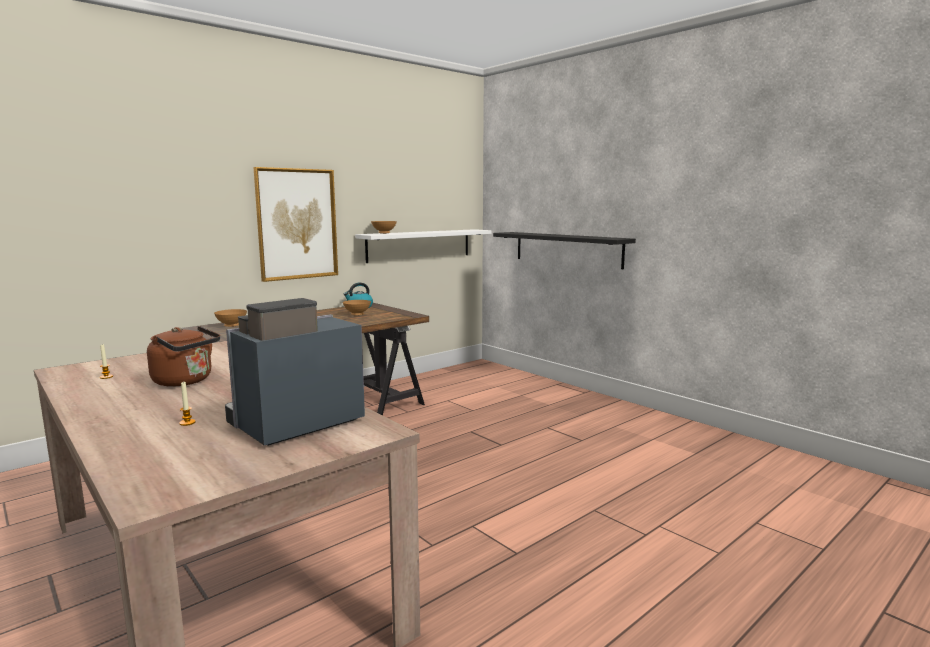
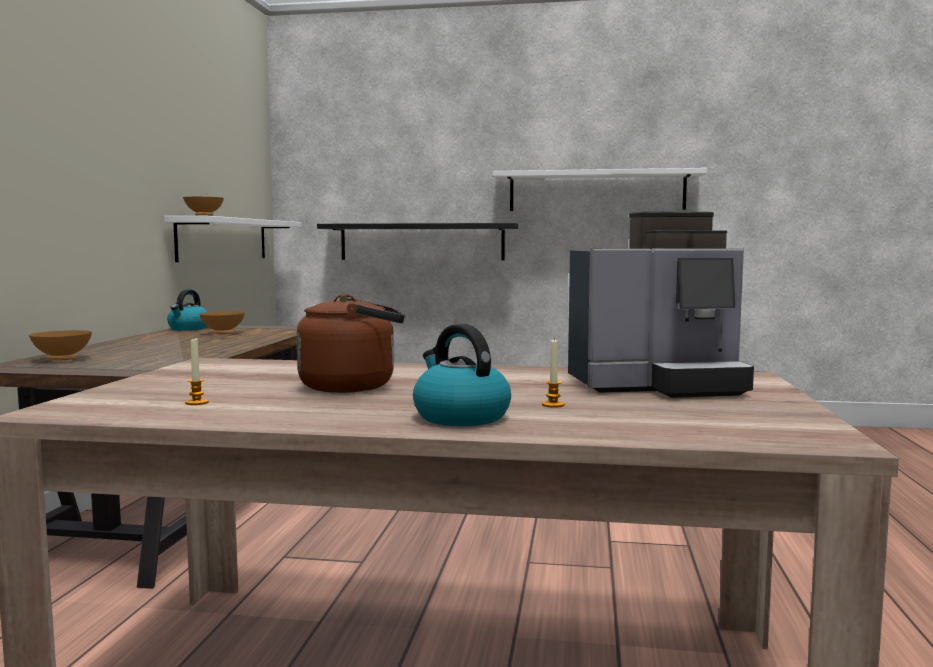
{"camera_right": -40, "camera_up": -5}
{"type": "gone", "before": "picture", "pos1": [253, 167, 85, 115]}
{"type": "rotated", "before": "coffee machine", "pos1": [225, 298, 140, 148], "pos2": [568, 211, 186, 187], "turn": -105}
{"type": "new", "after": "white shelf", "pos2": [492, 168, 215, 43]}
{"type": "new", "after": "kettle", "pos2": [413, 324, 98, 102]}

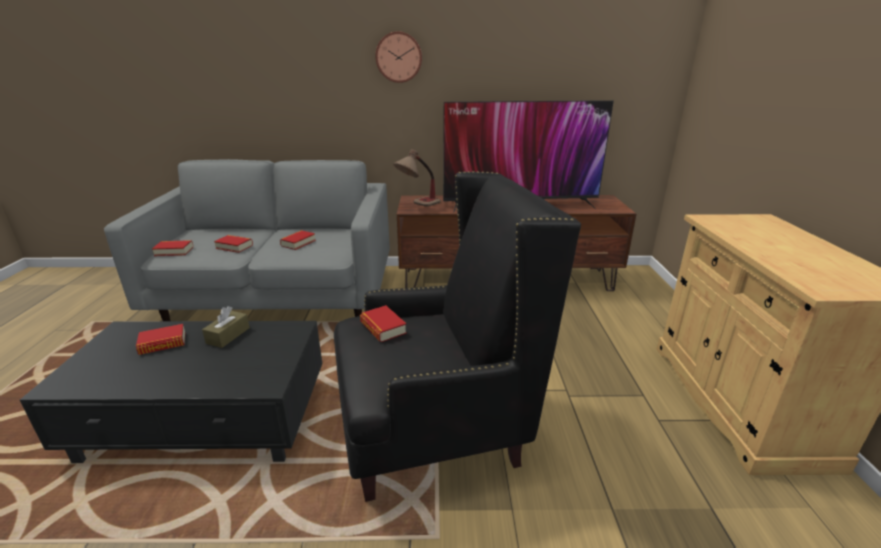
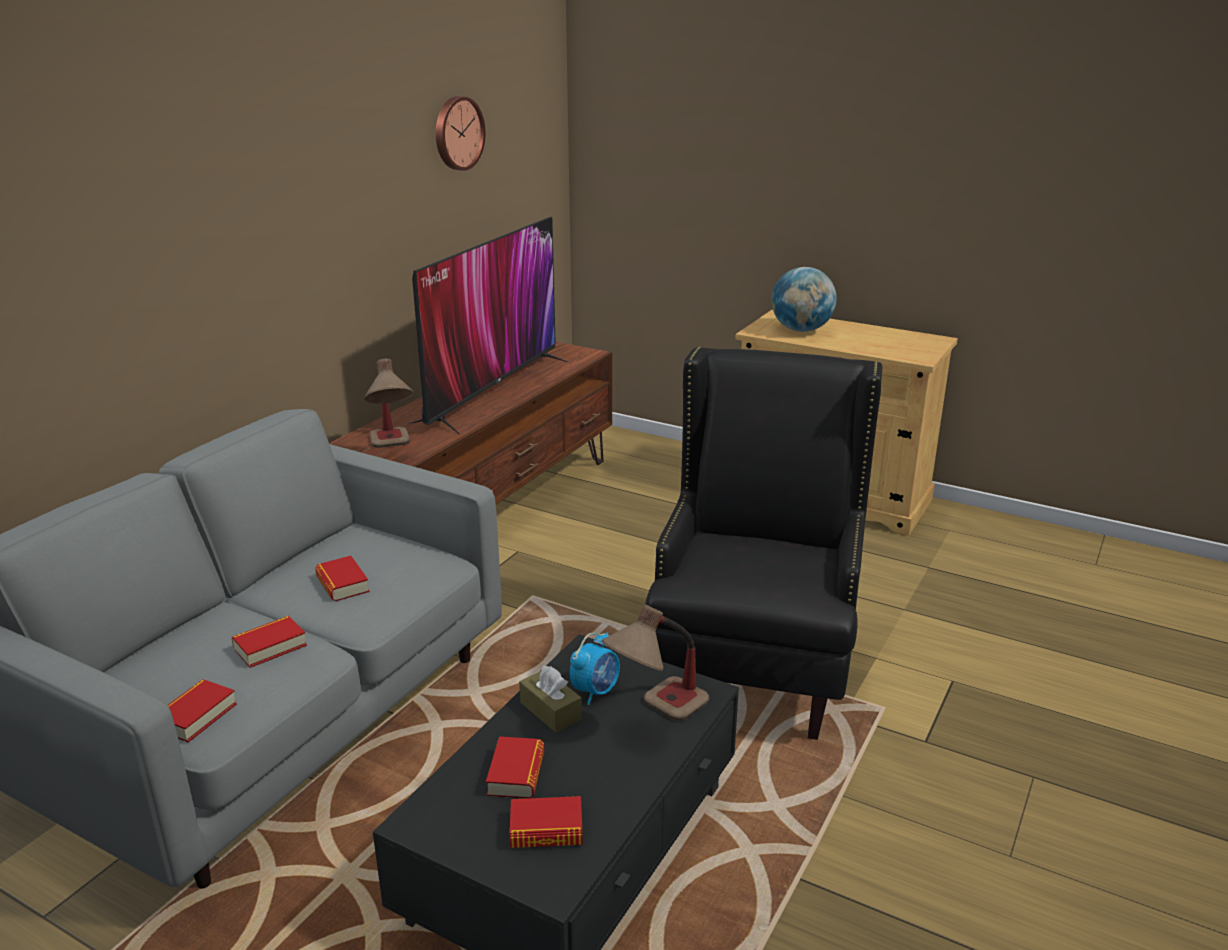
{"camera_right": -60, "camera_up": 0}
{"type": "shifted", "before": "wall clock", "pos1": [375, 31, 47, 52], "pos2": [436, 96, 49, 75]}
{"type": "shifted", "before": "book", "pos1": [360, 305, 47, 37], "pos2": [510, 796, 73, 52]}
{"type": "new", "after": "globe", "pos2": [771, 267, 66, 65]}
{"type": "new", "after": "table lamp", "pos2": [602, 605, 107, 116]}
{"type": "new", "after": "alarm clock", "pos2": [570, 632, 50, 73]}

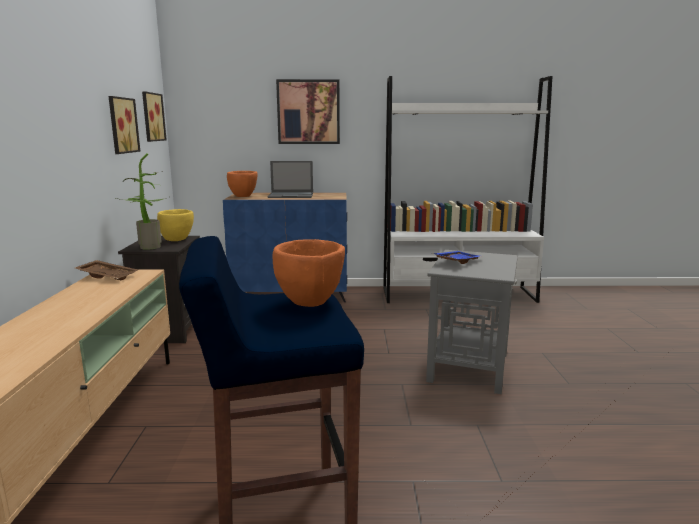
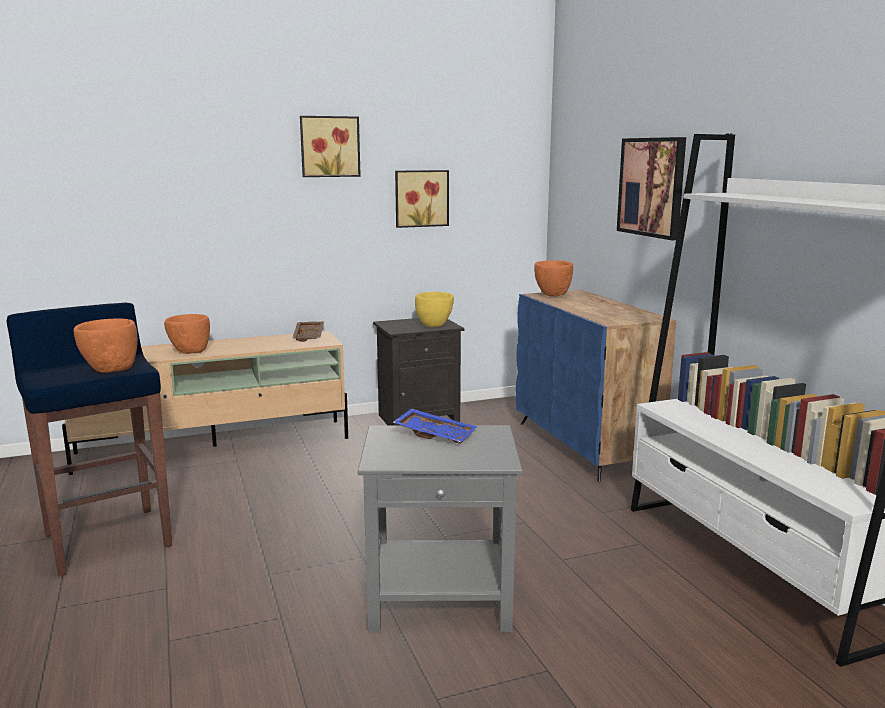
{"camera_right": 70, "camera_up": 0}
{"type": "shifted", "before": "picture", "pos1": [142, 91, 25, 51], "pos2": [300, 116, 61, 61]}
{"type": "gone", "before": "potted plant", "pos1": [116, 153, 49, 97]}
{"type": "gone", "before": "laptop", "pos1": [268, 161, 45, 37]}
{"type": "new", "after": "orange bowl", "pos2": [164, 314, 46, 40]}

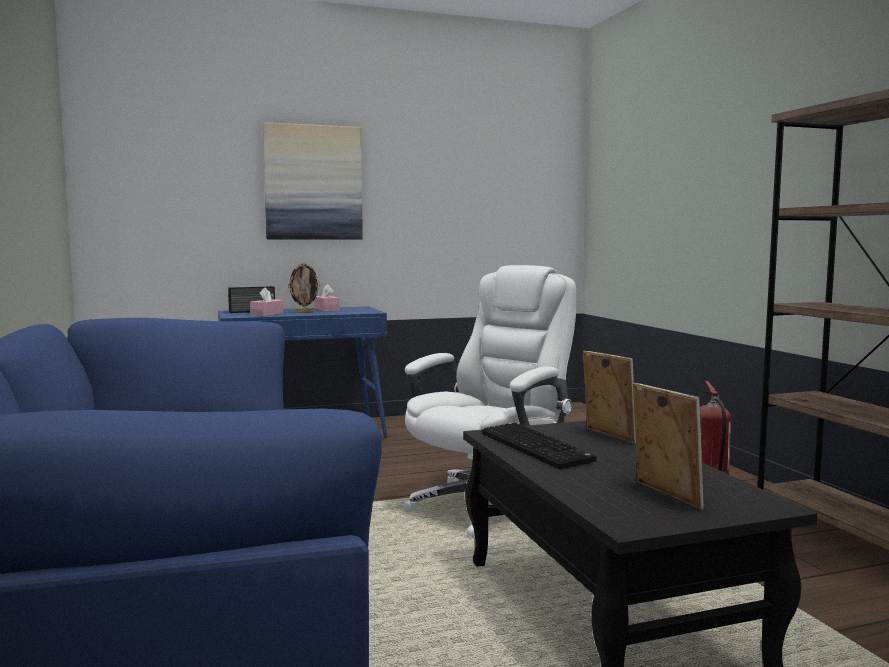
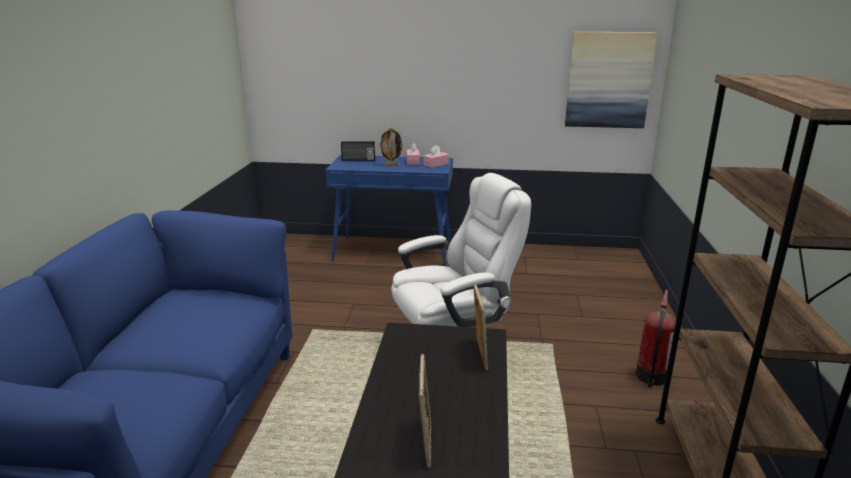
{"camera_right": 25, "camera_up": 15}
{"type": "shifted", "before": "picture", "pos1": [263, 122, 100, 118], "pos2": [565, 32, 92, 96]}
{"type": "shifted", "before": "pink tissue box", "pos1": [250, 287, 33, 29], "pos2": [424, 145, 25, 23]}
{"type": "gone", "before": "keyboard", "pos1": [482, 422, 114, 48]}

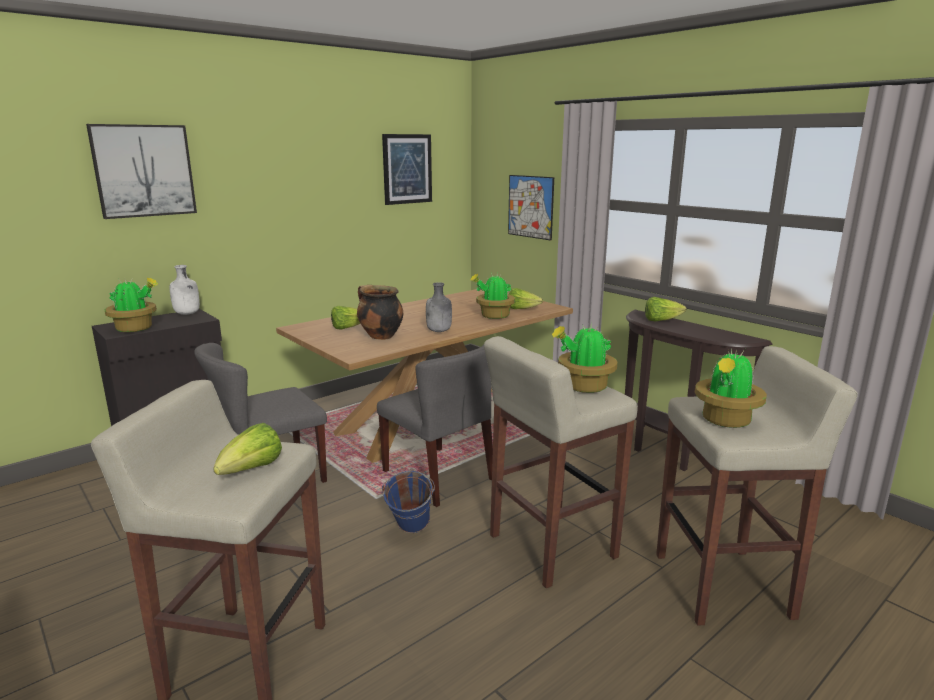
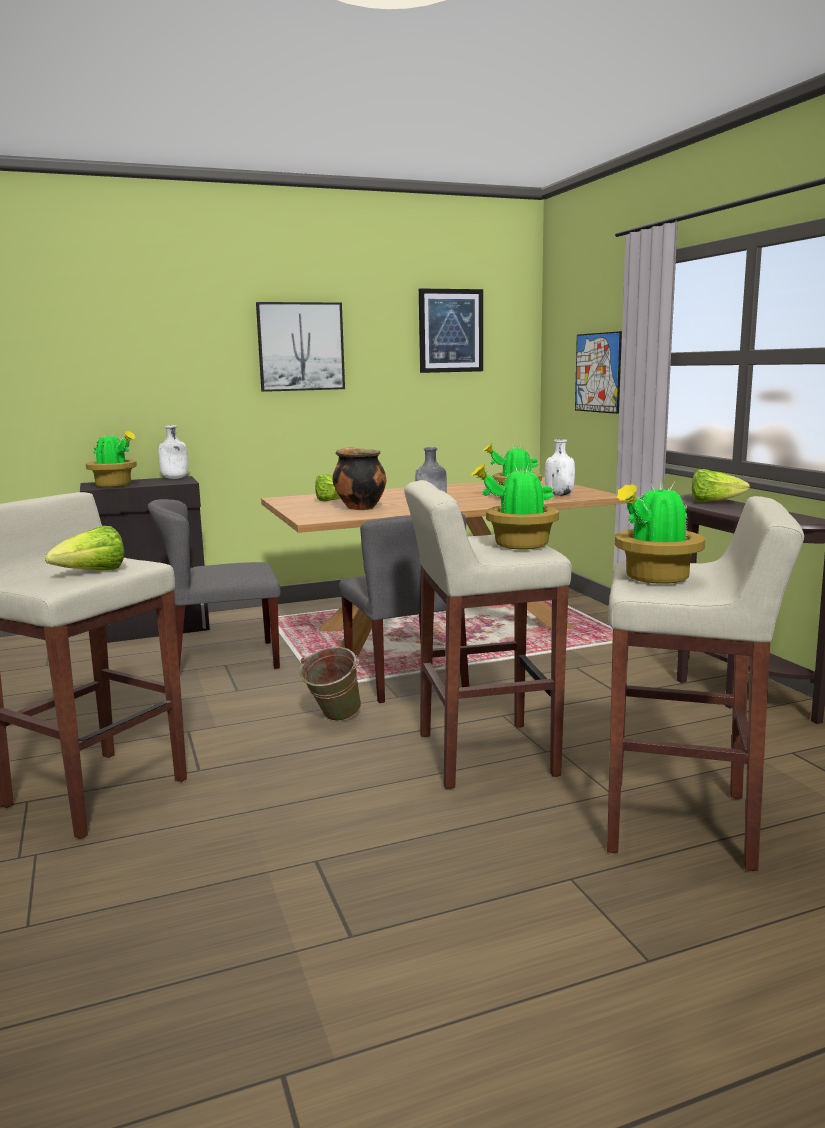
{"camera_right": 20, "camera_up": -5}
{"type": "shifted", "before": "picture", "pos1": [86, 124, 111, 95], "pos2": [256, 302, 89, 90]}
{"type": "swapped", "before": "lettuce", "after": "white bottle", "pos1": [509, 288, 34, 21], "pos2": [545, 439, 30, 57]}
{"type": "repainted", "before": "blue bucket", "after": "green bucket", "pos1": [382, 471, 53, 62], "pos2": [300, 647, 61, 75]}

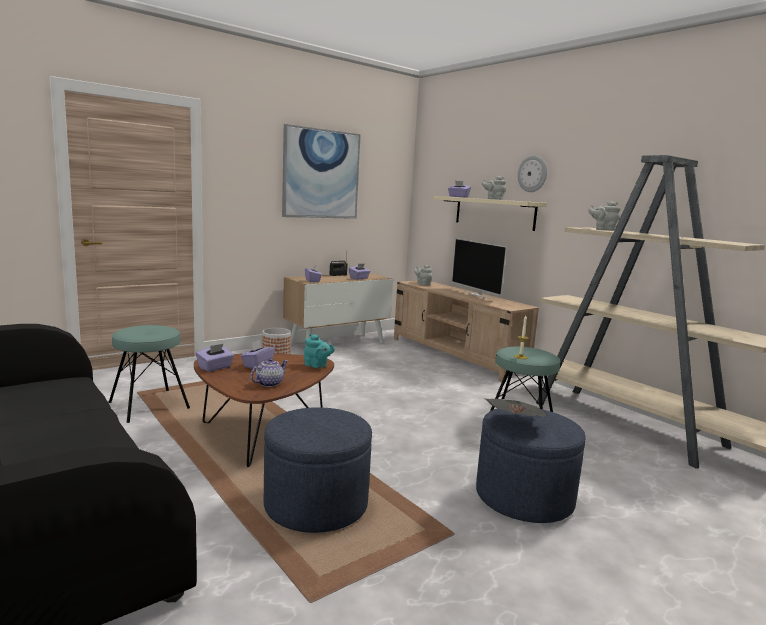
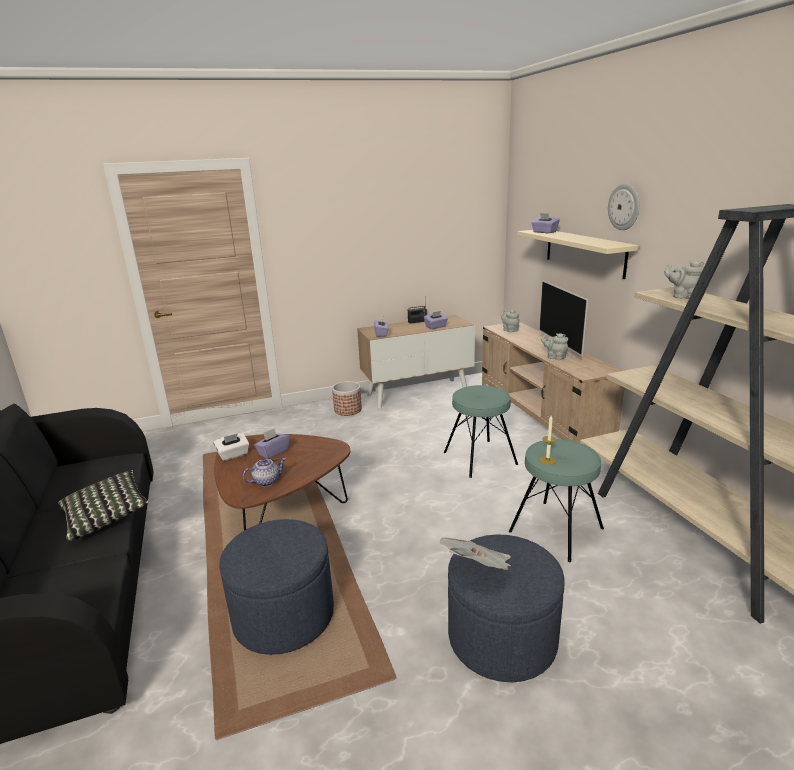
{"camera_right": 20, "camera_up": 10}
{"type": "gone", "before": "picture", "pos1": [282, 124, 79, 95]}
{"type": "shifted", "before": "grey teapot", "pos1": [482, 176, 24, 24], "pos2": [541, 333, 27, 27]}
{"type": "shifted", "before": "turquoise stool", "pos1": [108, 325, 82, 98], "pos2": [444, 385, 74, 93]}
{"type": "gone", "before": "turquoise teapot", "pos1": [304, 334, 31, 34]}
{"type": "repainted", "before": "purple tissue box", "after": "white tissue box", "pos1": [196, 344, 38, 28], "pos2": [213, 433, 36, 28]}
{"type": "new", "after": "pillow", "pos2": [58, 470, 91, 71]}

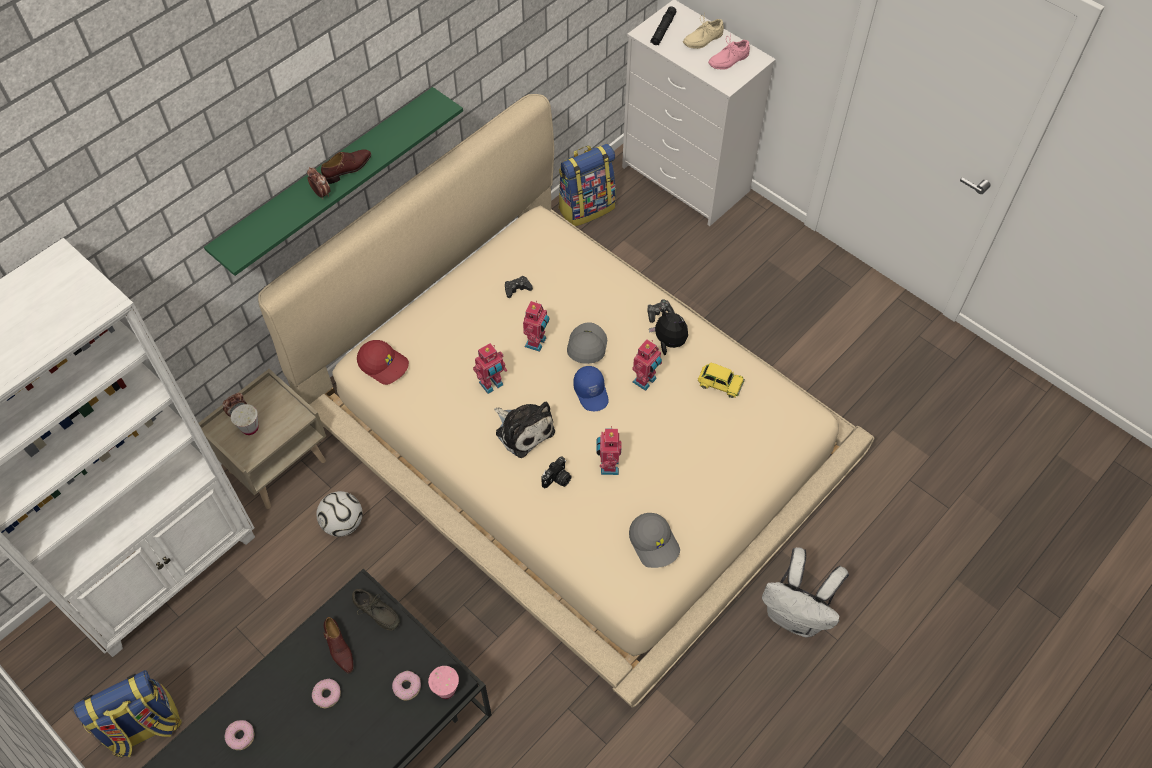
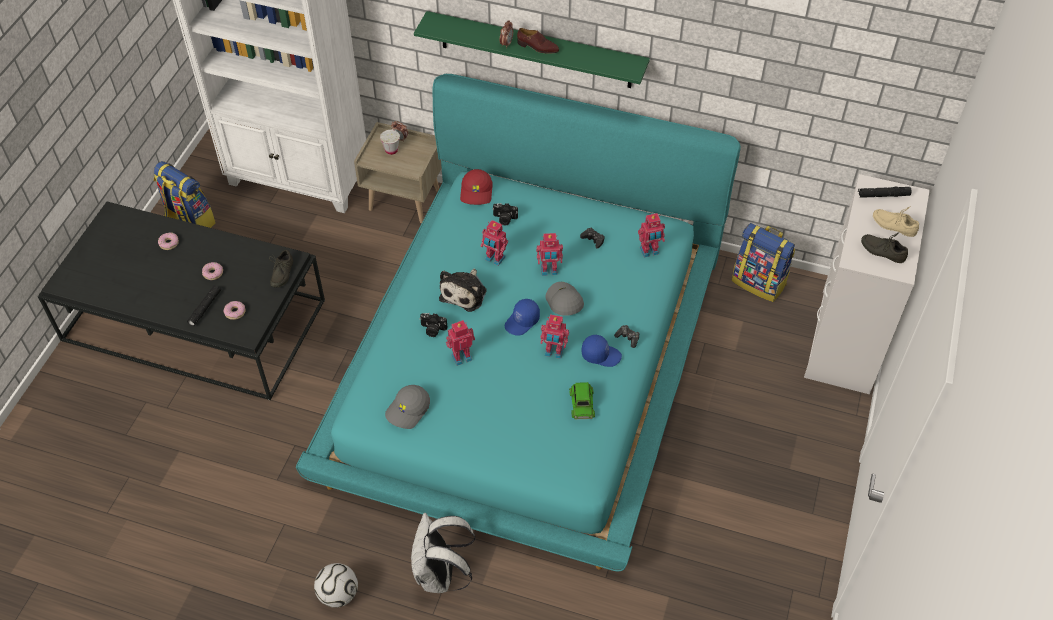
{"camera_right": 65, "camera_up": -5}
{"type": "repainted", "before": "pink shoe", "after": "grey shoe", "pos1": [708, 33, 42, 37], "pos2": [861, 233, 47, 30]}
{"type": "repainted", "before": "beige bed", "after": "turquoise bed", "pos1": [258, 94, 616, 614], "pos2": [296, 74, 445, 497]}
{"type": "swapped", "before": "plush toy", "after": "blue cap", "pos1": [649, 308, 39, 47], "pos2": [582, 335, 40, 32]}
{"type": "rotated", "before": "grey cap", "pos1": [567, 322, 40, 42], "pos2": [546, 282, 38, 34], "turn": -90}
{"type": "repainted", "before": "yellow toy car", "after": "green toy car", "pos1": [698, 362, 47, 36], "pos2": [569, 382, 26, 37]}
{"type": "shifted", "before": "football", "pos1": [316, 491, 47, 46], "pos2": [314, 563, 44, 45]}
{"type": "gone", "before": "brown shoe", "pos1": [323, 617, 31, 56]}
{"type": "gone", "before": "pink cup", "pos1": [428, 666, 31, 33]}
{"type": "new", "after": "photo camera", "pos2": [493, 203, 25, 22]}
{"type": "new", "after": "toy robot", "pos2": [638, 213, 27, 44]}
{"type": "new", "after": "black flashlight", "pos2": [187, 286, 35, 40]}

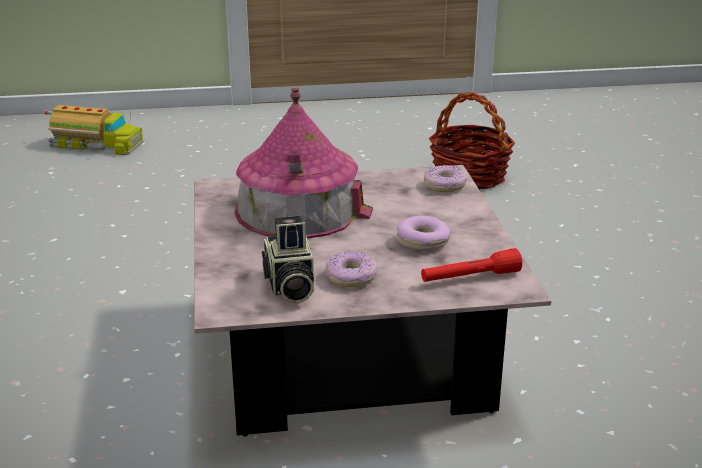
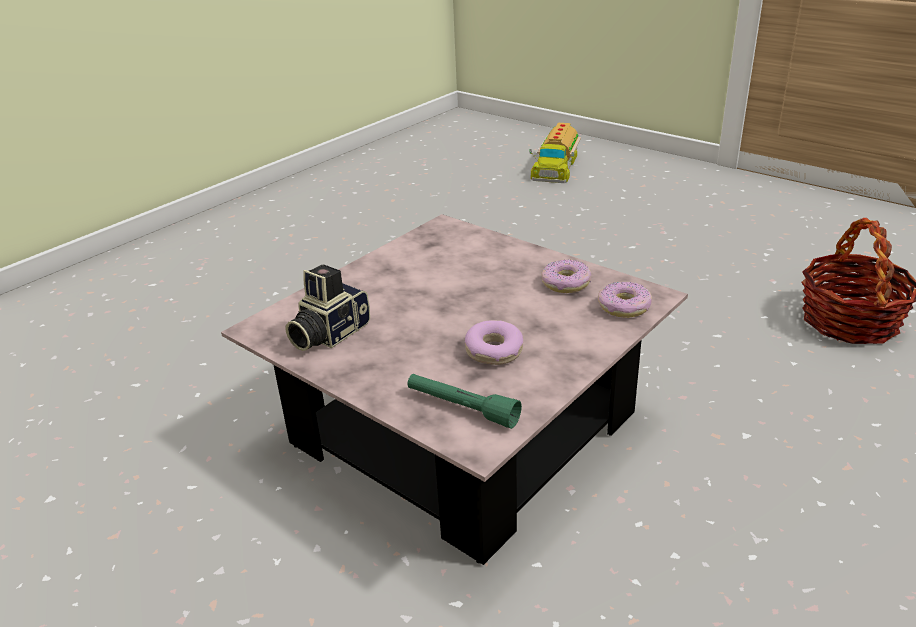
{"camera_right": 50, "camera_up": 5}
{"type": "gone", "before": "toy house", "pos1": [234, 88, 139, 151]}
{"type": "rotated", "before": "toy truck", "pos1": [44, 105, 100, 50], "pos2": [529, 123, 52, 60], "turn": 45}
{"type": "repainted", "before": "red flashlight", "after": "green flashlight", "pos1": [421, 248, 101, 34], "pos2": [408, 374, 114, 55]}
{"type": "shifted", "before": "donut", "pos1": [325, 251, 52, 36], "pos2": [541, 260, 50, 33]}

